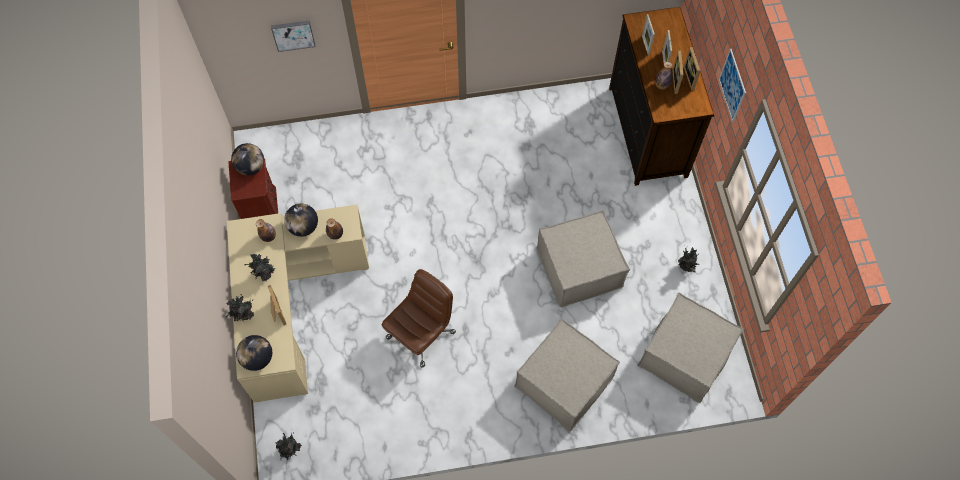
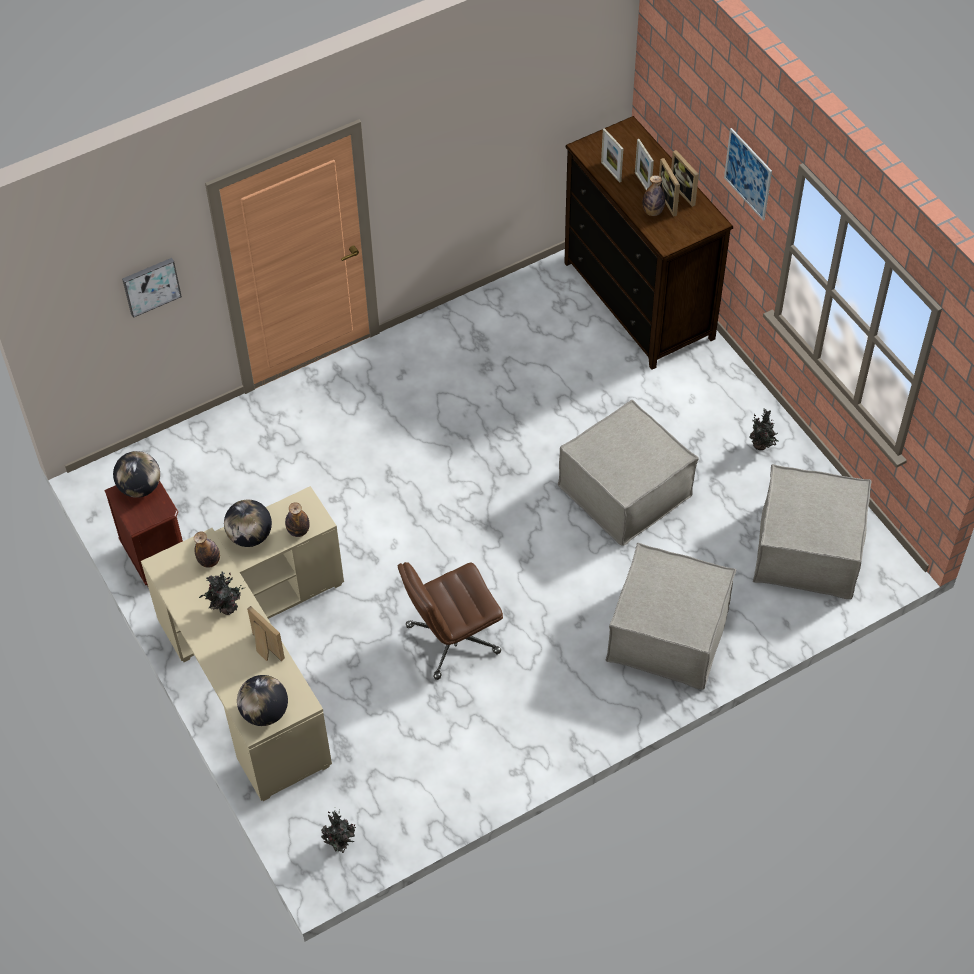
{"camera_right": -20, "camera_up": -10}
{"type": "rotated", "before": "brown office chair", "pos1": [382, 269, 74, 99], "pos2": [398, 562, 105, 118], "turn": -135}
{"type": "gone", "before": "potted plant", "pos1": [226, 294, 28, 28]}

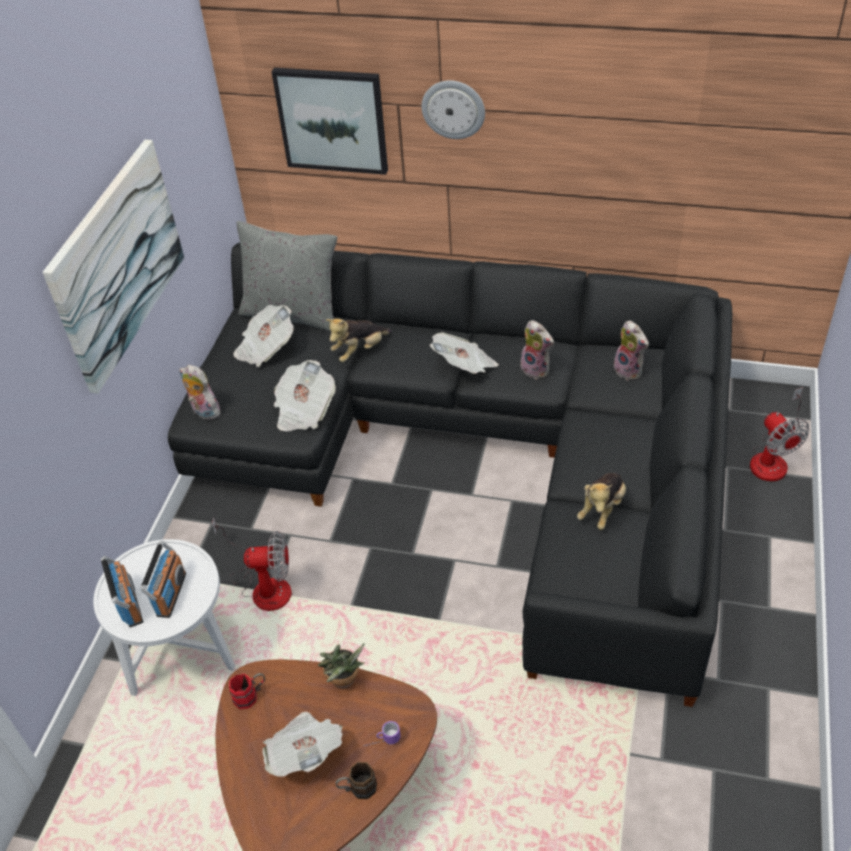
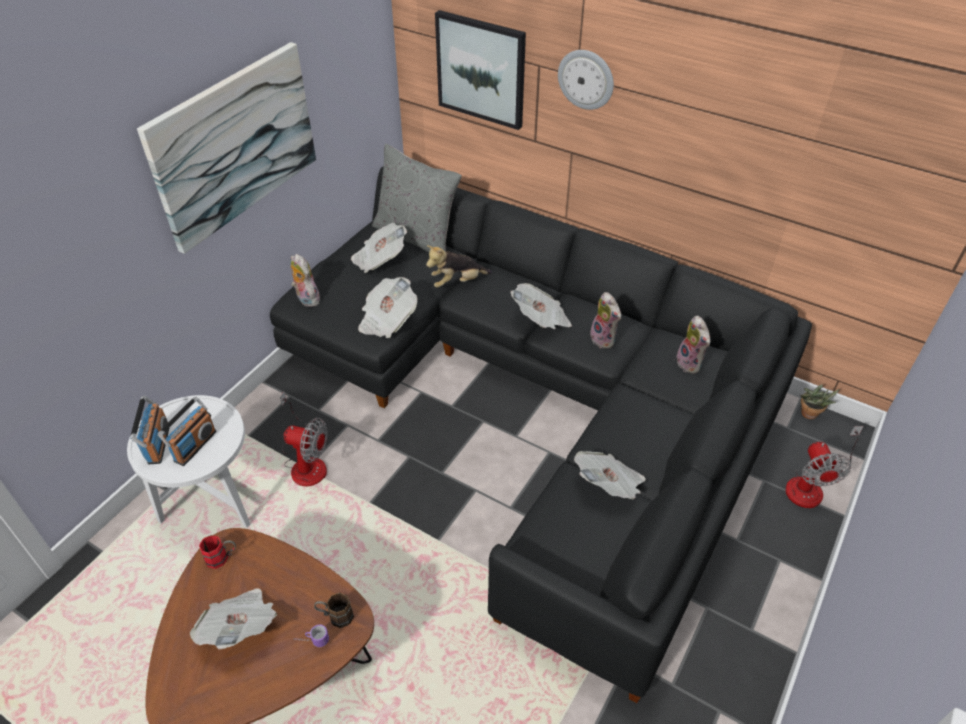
{"camera_right": 15, "camera_up": 0}
{"type": "swapped", "before": "plush toy", "after": "newspaper", "pos1": [577, 473, 49, 57], "pos2": [574, 451, 72, 49]}
{"type": "shifted", "before": "potted plant", "pos1": [318, 643, 47, 46], "pos2": [801, 385, 39, 34]}
{"type": "shifted", "before": "brown mug", "pos1": [336, 762, 41, 37], "pos2": [314, 593, 40, 35]}

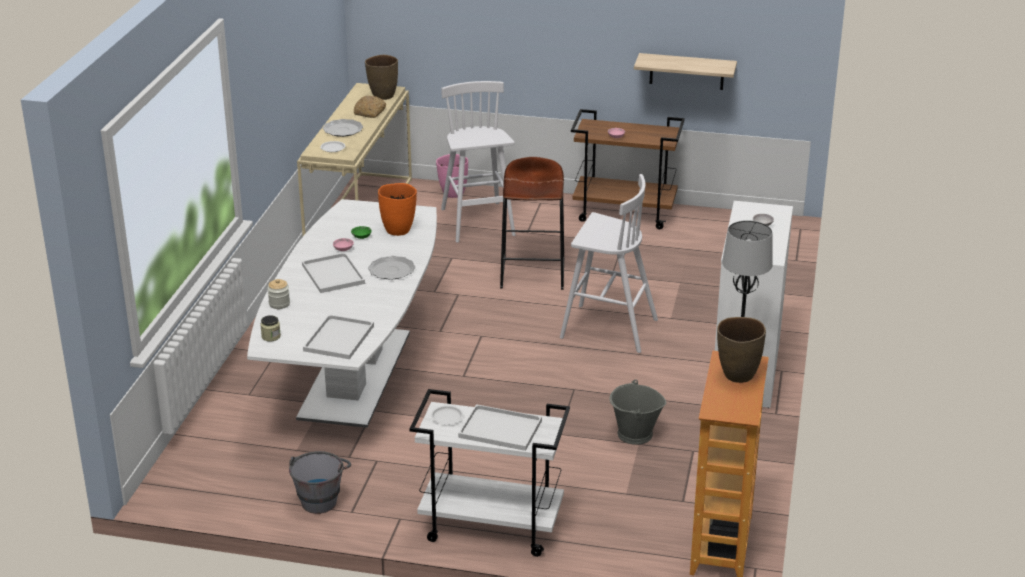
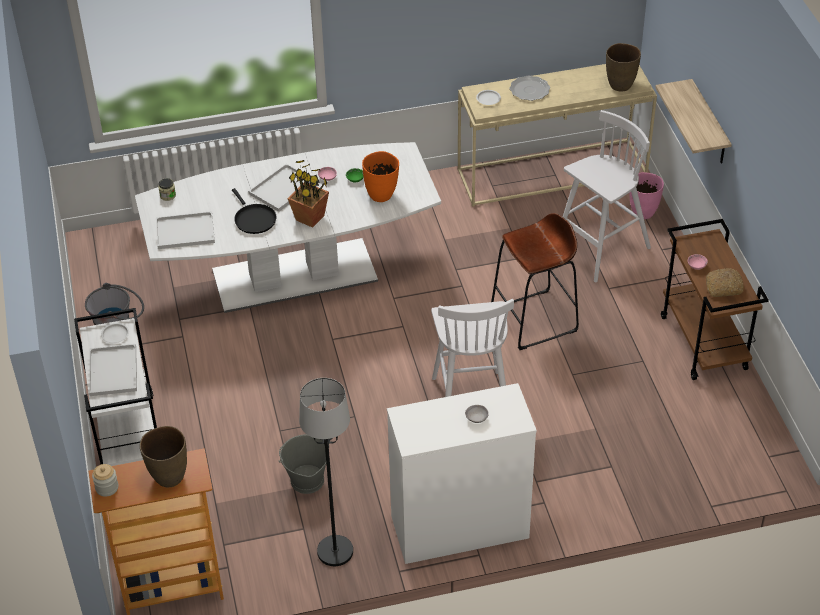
{"camera_right": 65, "camera_up": 15}
{"type": "shifted", "before": "shelf", "pos1": [634, 53, 103, 37], "pos2": [655, 79, 77, 85]}
{"type": "shifted", "before": "bread", "pos1": [354, 96, 32, 22], "pos2": [706, 268, 38, 29]}
{"type": "swapped", "before": "plate", "after": "potted plant", "pos1": [368, 256, 48, 23], "pos2": [287, 160, 42, 68]}
{"type": "shifted", "before": "jar", "pos1": [267, 279, 23, 30], "pos2": [92, 464, 26, 33]}
{"type": "new", "after": "black frying pan", "pos2": [232, 188, 44, 46]}

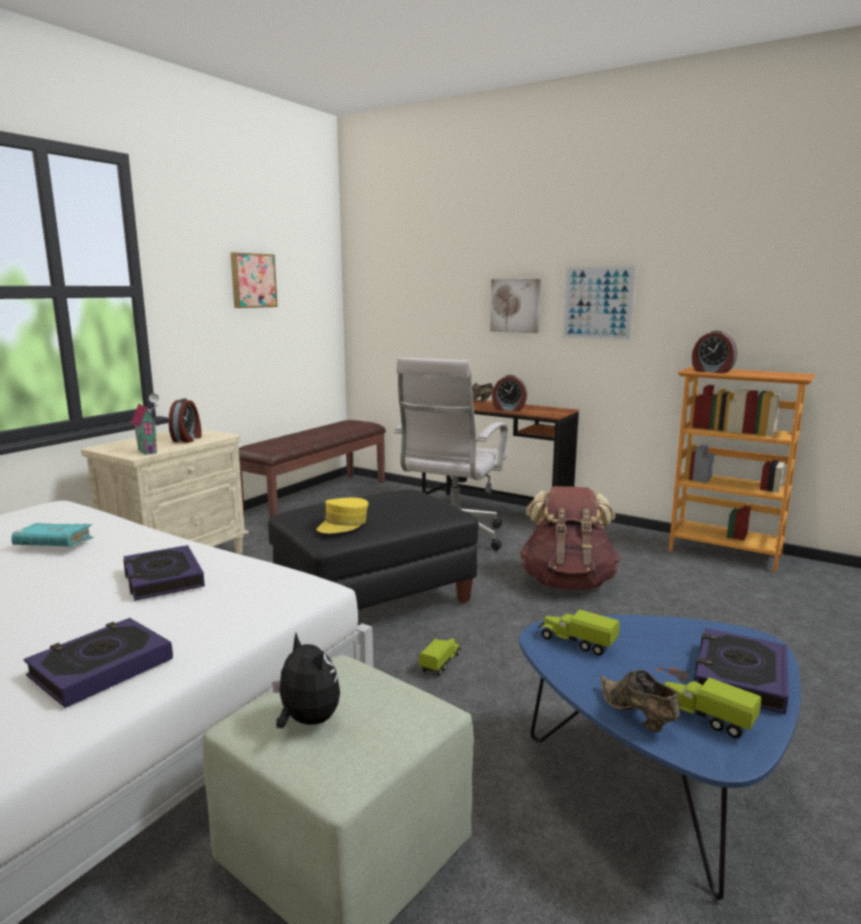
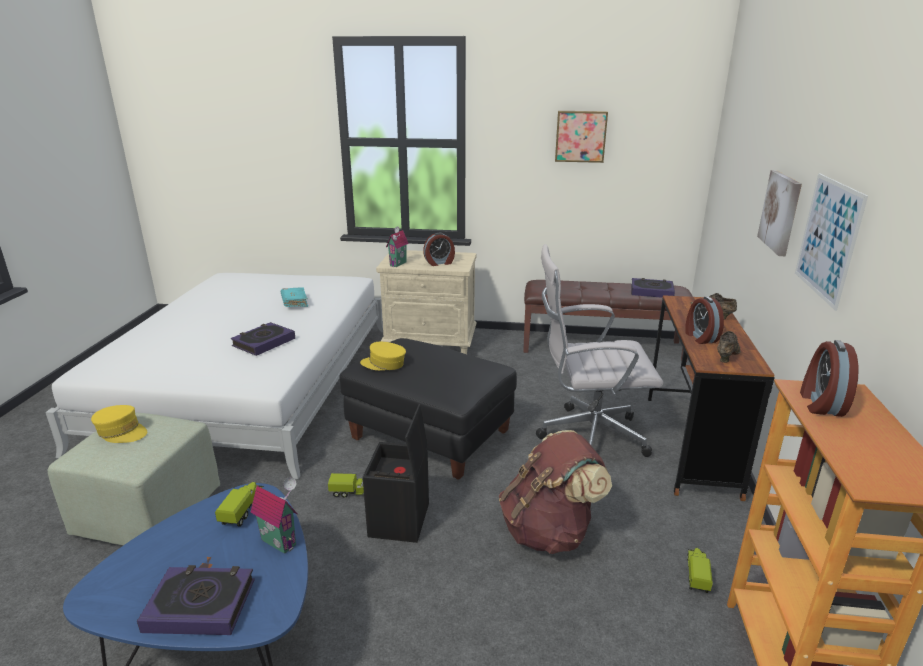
{"camera_right": 65, "camera_up": 10}
{"type": "shifted", "before": "book", "pos1": [24, 618, 149, 90], "pos2": [631, 278, 44, 20]}
{"type": "swapped", "before": "plush toy", "after": "yellow cap", "pos1": [272, 633, 68, 95], "pos2": [91, 405, 56, 38]}
{"type": "shifted", "before": "brown shoe", "pos1": [600, 670, 80, 62], "pos2": [717, 331, 24, 32]}
{"type": "shifted", "before": "toy truck", "pos1": [664, 678, 98, 60], "pos2": [687, 548, 26, 45]}
{"type": "new", "after": "black storage box", "pos2": [363, 404, 66, 139]}
{"type": "new", "after": "toy house", "pos2": [250, 477, 48, 77]}

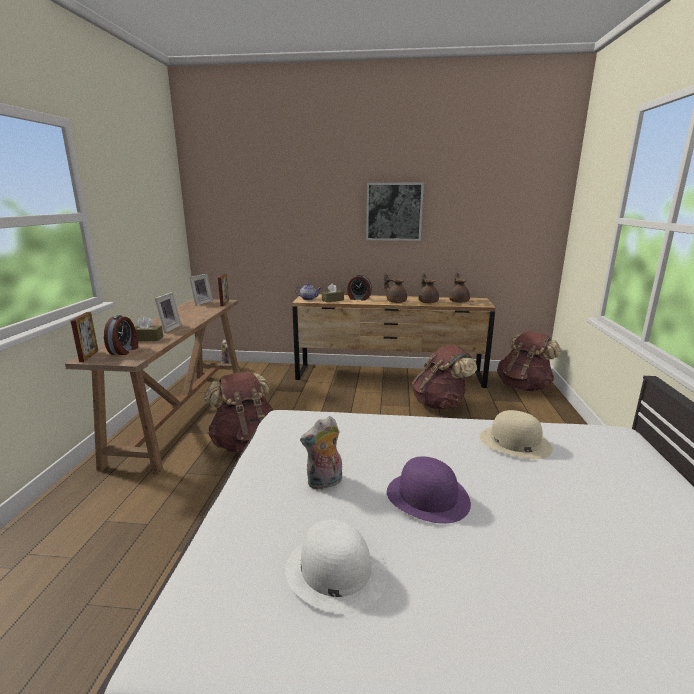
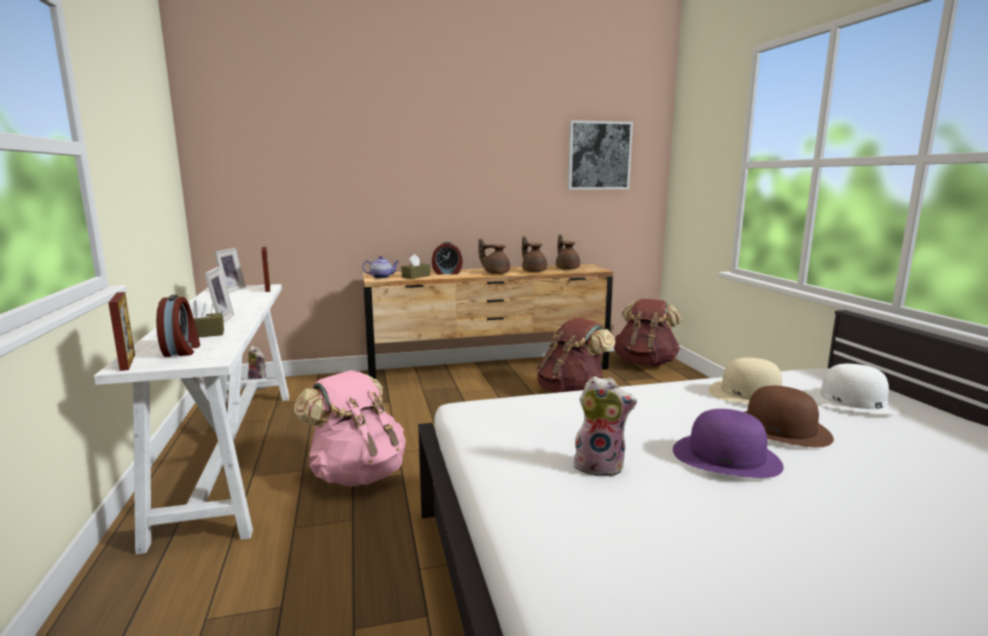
{"camera_right": -20, "camera_up": -5}
{"type": "shifted", "before": "picture", "pos1": [366, 183, 58, 58], "pos2": [567, 120, 66, 70]}
{"type": "repainted", "before": "brown console table", "after": "white console table", "pos1": [65, 299, 175, 176], "pos2": [94, 284, 195, 270]}
{"type": "repainted", "before": "brown backpack", "after": "pink backpack", "pos1": [204, 371, 70, 82], "pos2": [294, 370, 112, 117]}
{"type": "rotated", "before": "plush toy", "pos1": [300, 416, 42, 74], "pos2": [572, 376, 65, 101], "turn": -120}
{"type": "shifted", "before": "white hat", "pos1": [285, 520, 102, 94], "pos2": [807, 364, 95, 51]}
{"type": "new", "after": "brown hat", "pos2": [745, 385, 89, 62]}

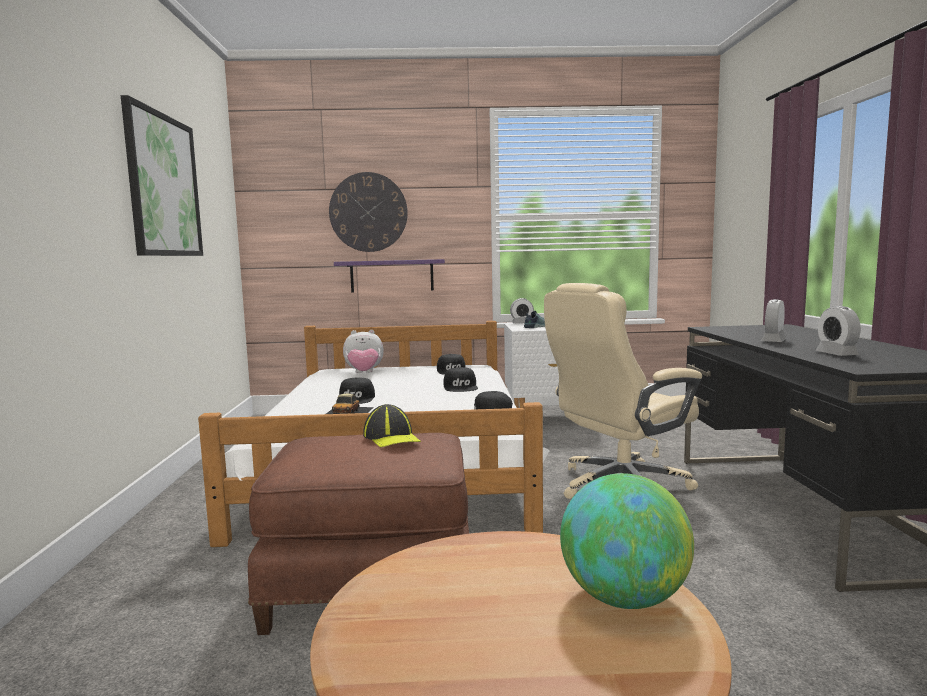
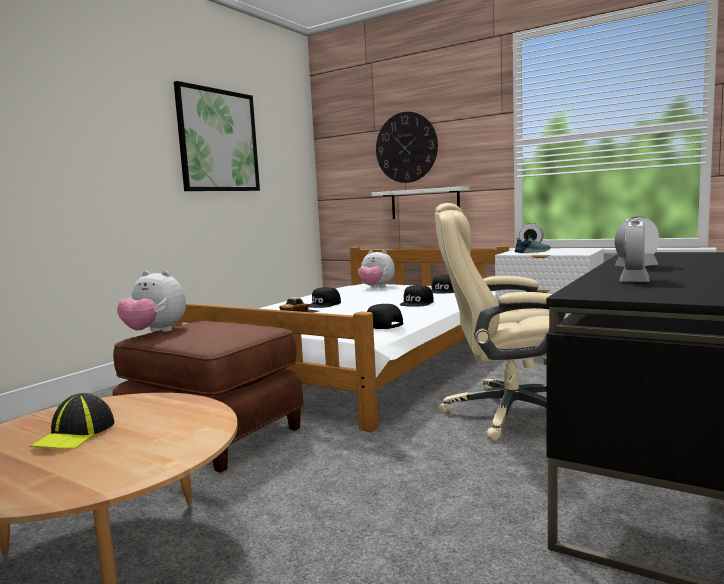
{"camera_right": 35, "camera_up": 0}
{"type": "repainted", "before": "purple shelf", "after": "white shelf", "pos1": [334, 259, 111, 34], "pos2": [371, 187, 99, 32]}
{"type": "shifted", "before": "cap", "pos1": [363, 404, 58, 44], "pos2": [30, 393, 84, 56]}
{"type": "gone", "before": "globe", "pos1": [560, 473, 134, 136]}
{"type": "new", "after": "plush toy", "pos2": [117, 271, 69, 61]}

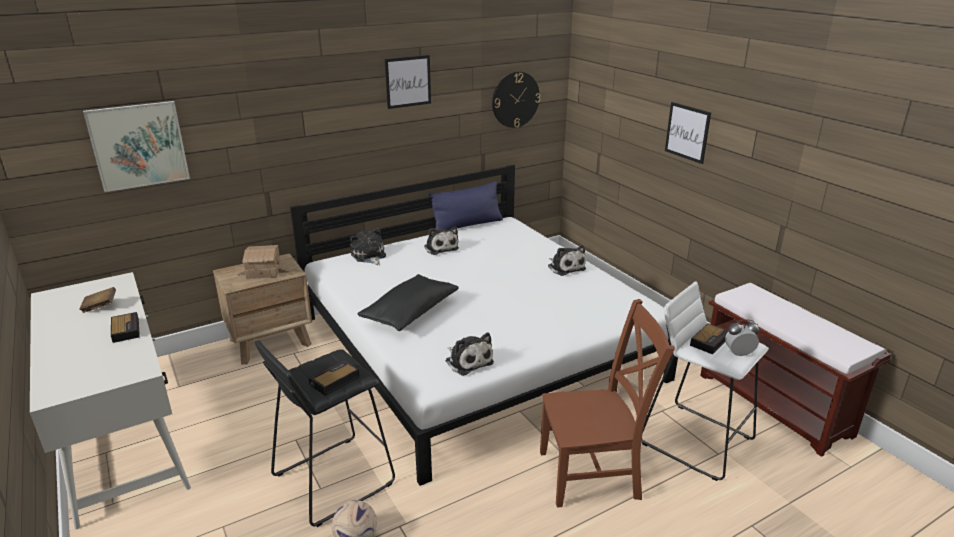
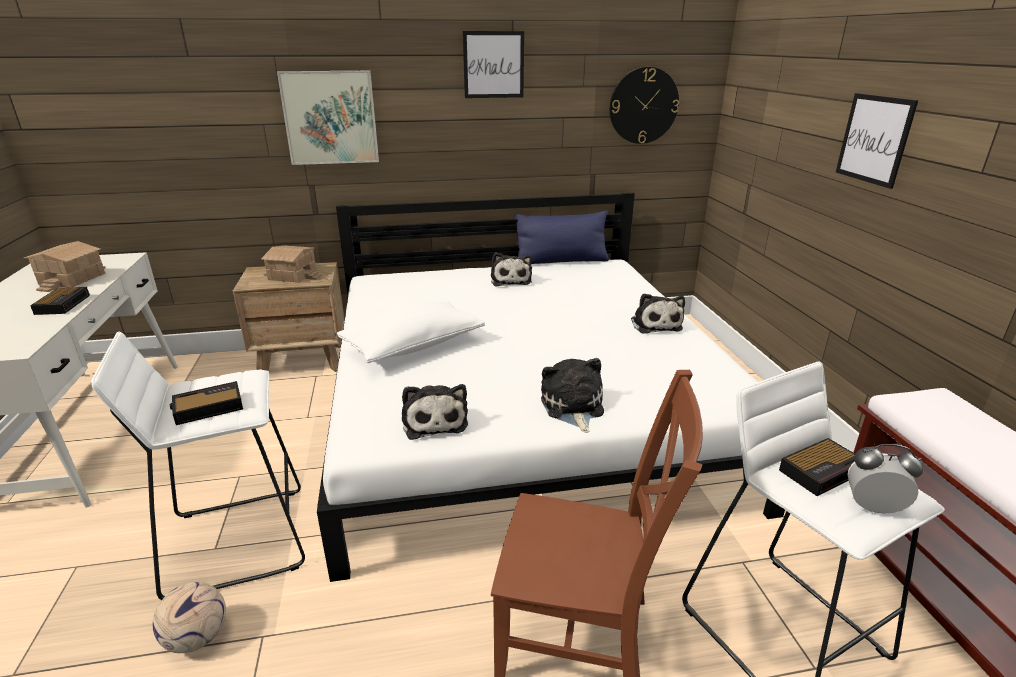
{"camera_right": 20, "camera_up": 0}
{"type": "shifted", "before": "picture", "pos1": [83, 101, 107, 91], "pos2": [277, 71, 102, 94]}
{"type": "shifted", "before": "plush toy", "pos1": [350, 228, 36, 37], "pos2": [541, 358, 63, 75]}
{"type": "repainted", "before": "black pillow", "after": "white pillow", "pos1": [357, 274, 102, 57], "pos2": [337, 301, 148, 62]}
{"type": "swapped", "before": "brown book", "after": "toy house", "pos1": [79, 287, 37, 26], "pos2": [24, 241, 81, 51]}
{"type": "repainted", "before": "black stool", "after": "white stool", "pos1": [255, 340, 140, 187], "pos2": [91, 332, 214, 268]}

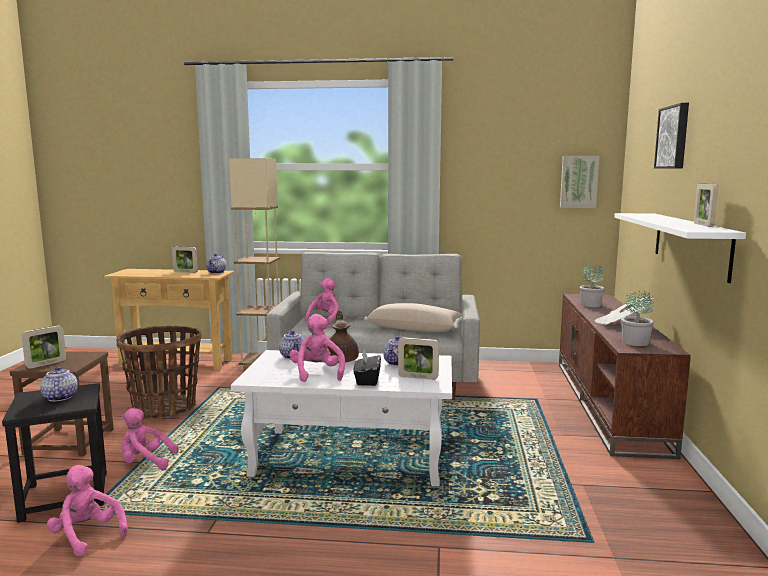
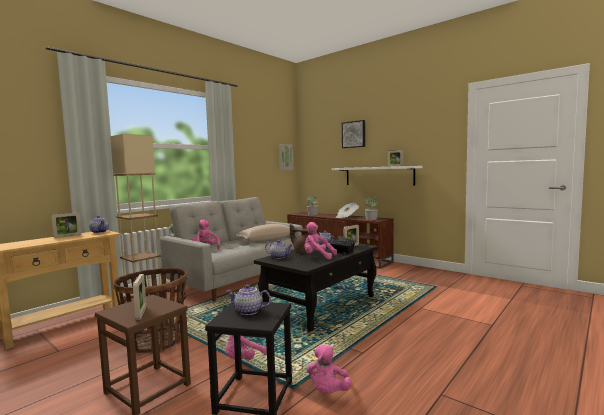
{"camera_right": -55, "camera_up": -5}
{"type": "repainted", "before": "white coffee table", "after": "black coffee table", "pos1": [231, 350, 221, 137], "pos2": [254, 240, 124, 92]}
{"type": "rotated", "before": "pink plush toy", "pos1": [47, 465, 81, 91], "pos2": [307, 345, 45, 49], "turn": -60}

